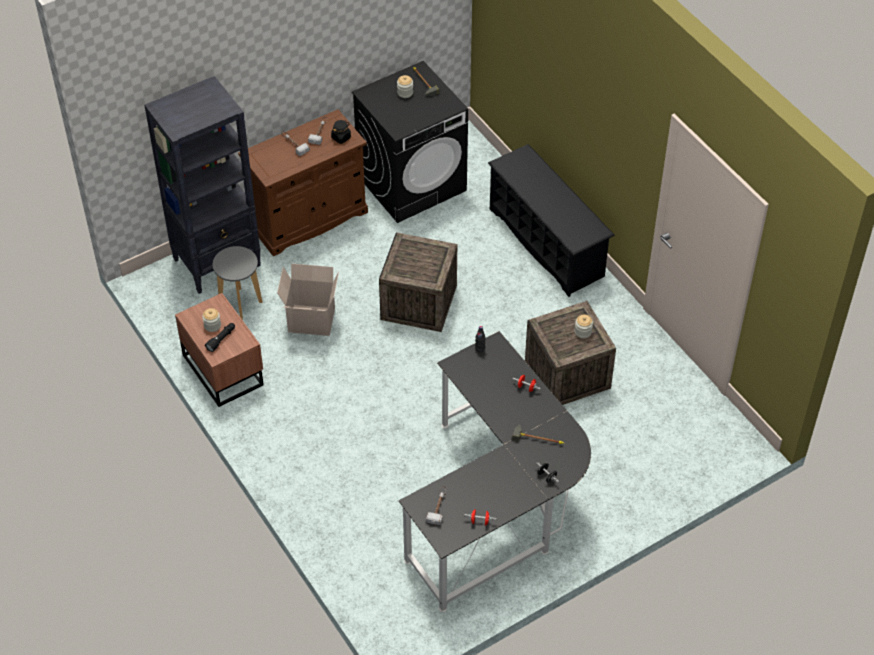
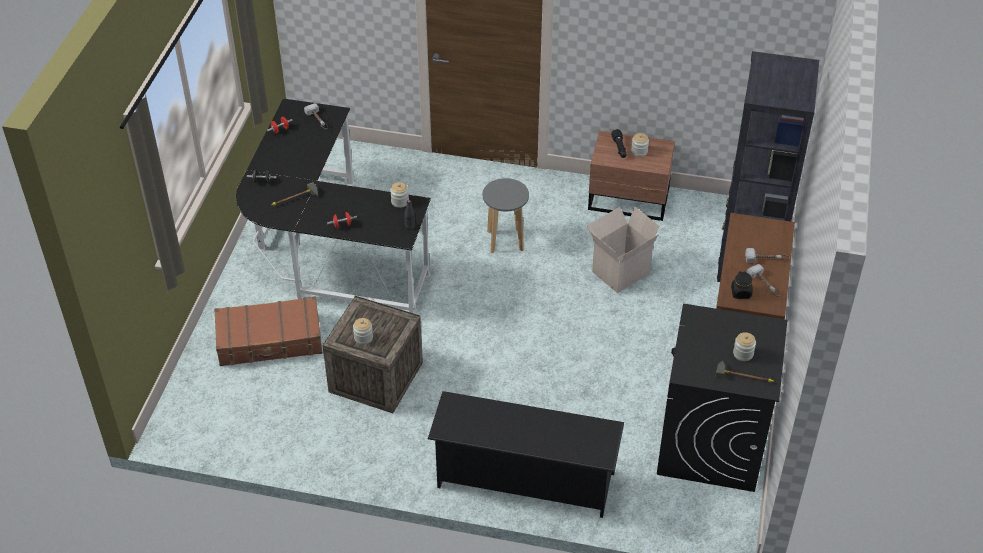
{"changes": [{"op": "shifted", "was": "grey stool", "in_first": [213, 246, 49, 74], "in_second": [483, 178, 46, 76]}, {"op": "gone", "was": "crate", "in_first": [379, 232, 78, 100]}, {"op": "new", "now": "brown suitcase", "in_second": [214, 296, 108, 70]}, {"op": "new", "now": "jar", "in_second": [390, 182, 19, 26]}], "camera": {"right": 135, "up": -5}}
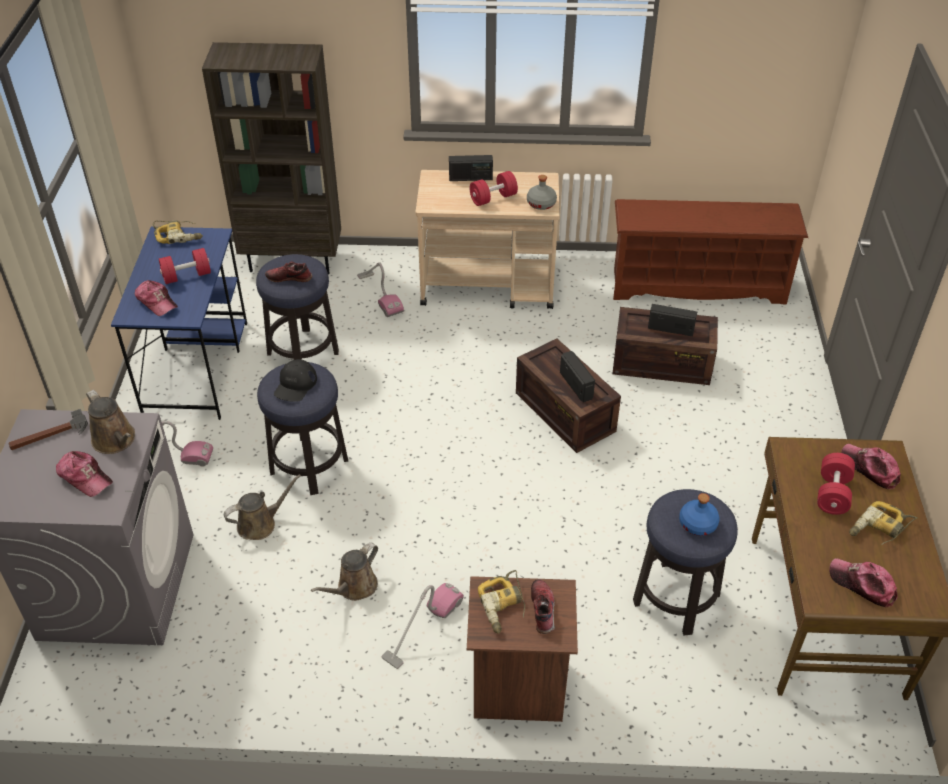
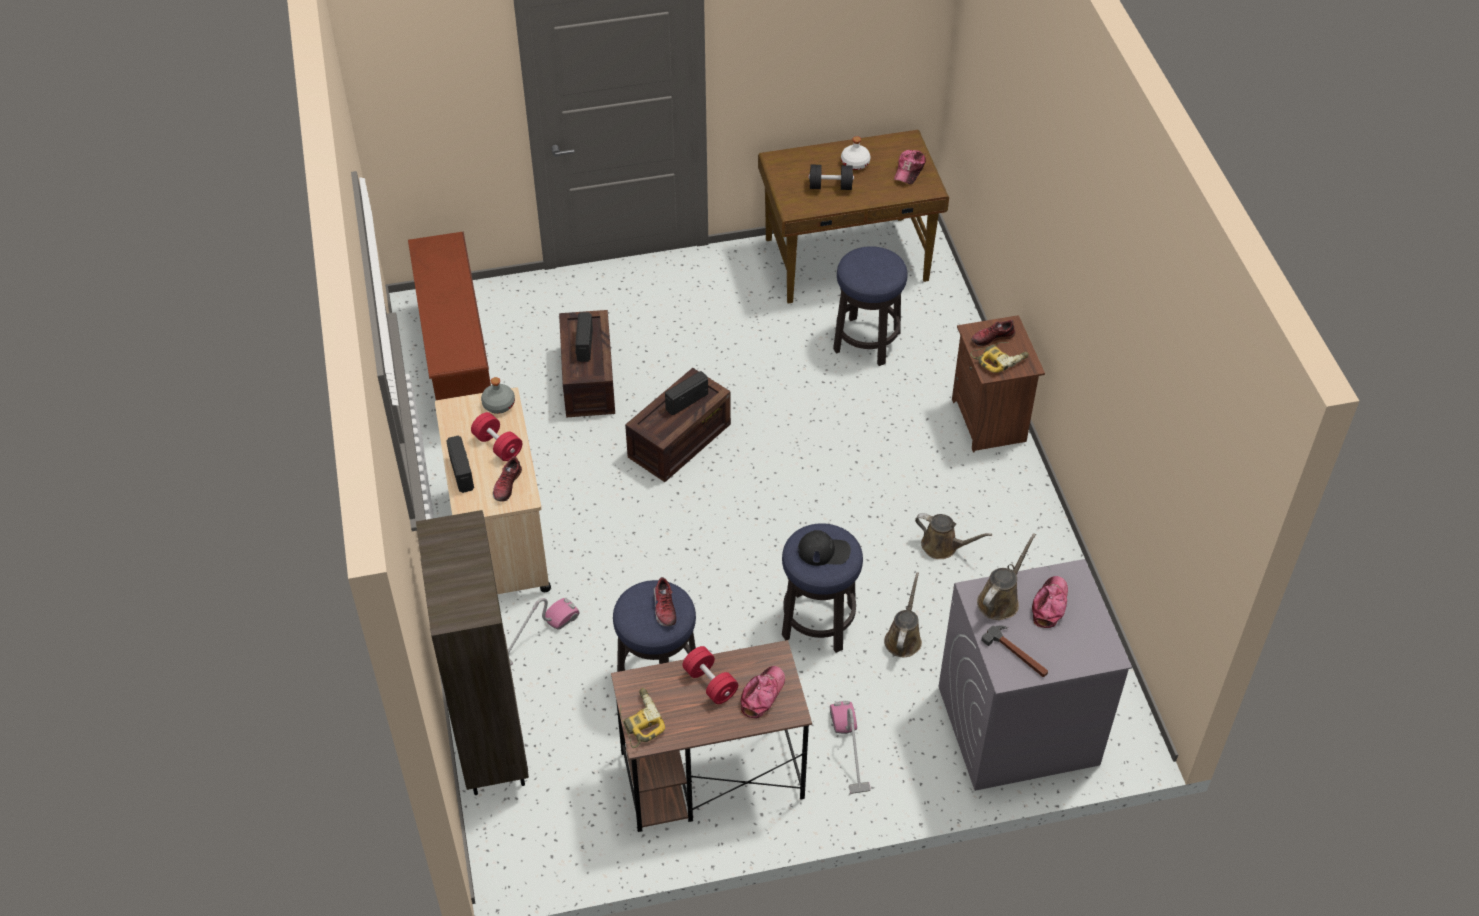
{"changes": [{"op": "repainted", "was": "blue desk", "now": "brown desk", "in_first": [111, 227, 136, 193], "in_second": [611, 640, 201, 192]}, {"op": "rotated", "was": "brown watering can", "in_first": [224, 474, 77, 66], "in_second": [884, 572, 38, 85], "clockwise": 60}, {"op": "gone", "was": "vacuum cleaner", "in_first": [382, 583, 82, 86]}, {"op": "gone", "was": "blue bottle", "in_first": [679, 493, 41, 43]}, {"op": "repainted", "was": "red dumbbell", "now": "black dumbbell", "in_first": [817, 453, 38, 62], "in_second": [808, 164, 46, 26]}, {"op": "gone", "was": "cap", "in_first": [841, 444, 60, 46]}, {"op": "swapped", "was": "power drill", "now": "white bottle", "in_first": [849, 501, 69, 44], "in_second": [841, 136, 29, 34]}, {"op": "new", "now": "shoe", "in_second": [493, 456, 29, 46]}], "camera": {"right": -105, "up": 5}}
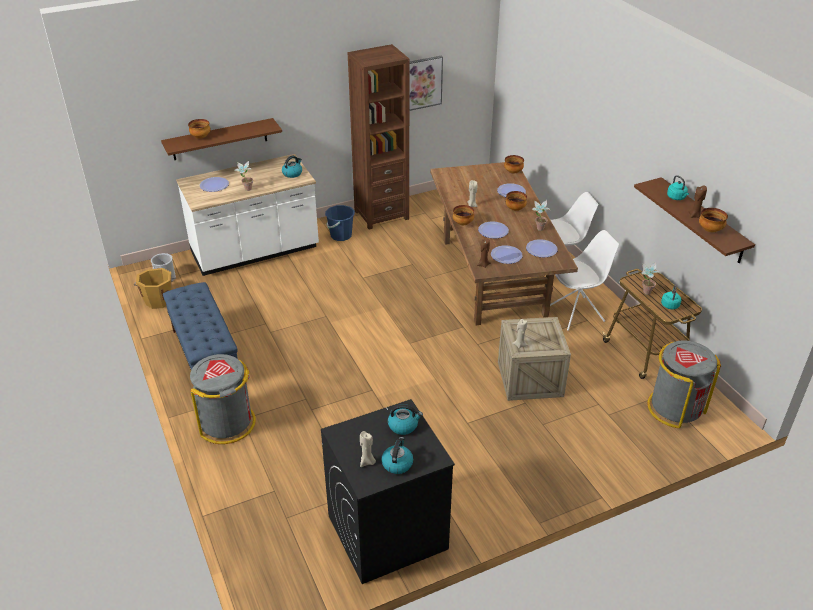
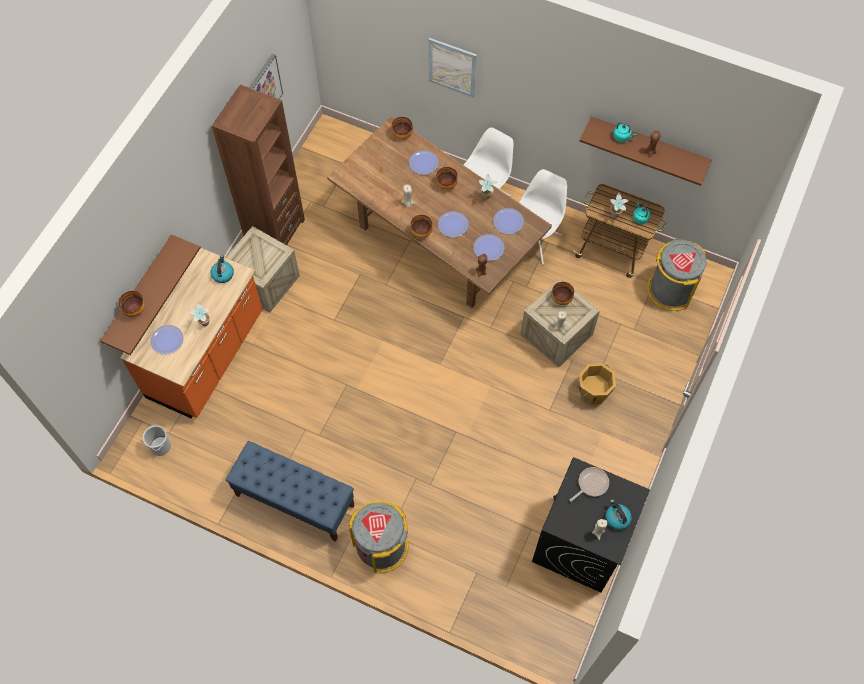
{"changes": [{"op": "shifted", "was": "orange bucket", "in_first": [134, 268, 42, 41], "in_second": [577, 363, 39, 42]}, {"op": "repainted", "was": "white counter", "now": "orange counter", "in_first": [176, 154, 143, 122], "in_second": [120, 248, 143, 170]}, {"op": "swapped", "was": "blue bucket", "now": "crate", "in_first": [325, 205, 30, 36], "in_second": [226, 226, 74, 87]}, {"op": "swapped", "was": "kettle", "now": "frying pan", "in_first": [388, 404, 35, 31], "in_second": [570, 467, 39, 35]}, {"op": "shifted", "was": "bowl", "in_first": [699, 208, 29, 24], "in_second": [551, 282, 23, 23]}, {"op": "new", "now": "picture", "in_second": [428, 38, 49, 60]}], "camera": {"right": -40, "up": 25}}
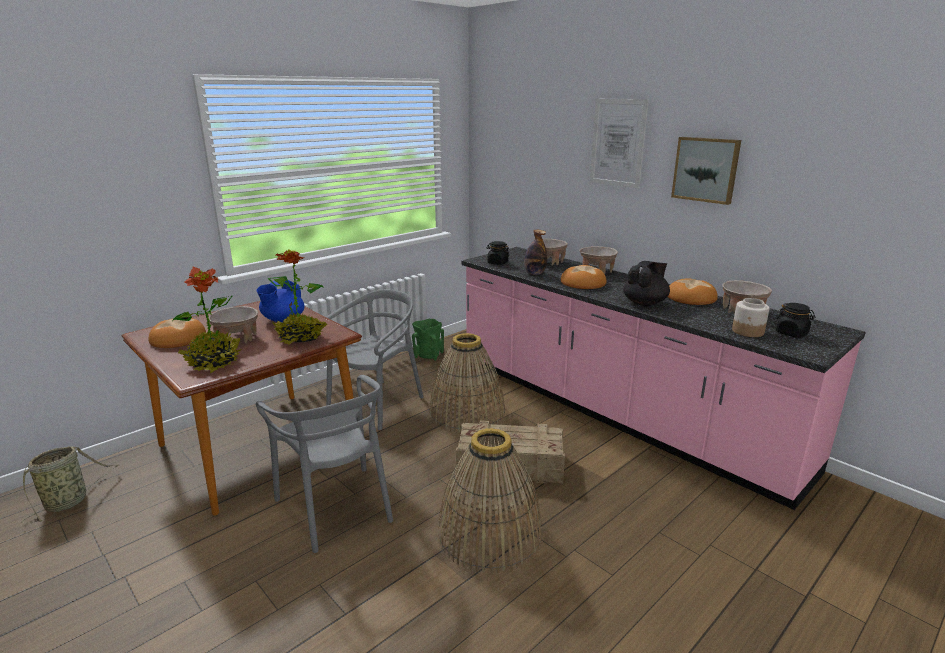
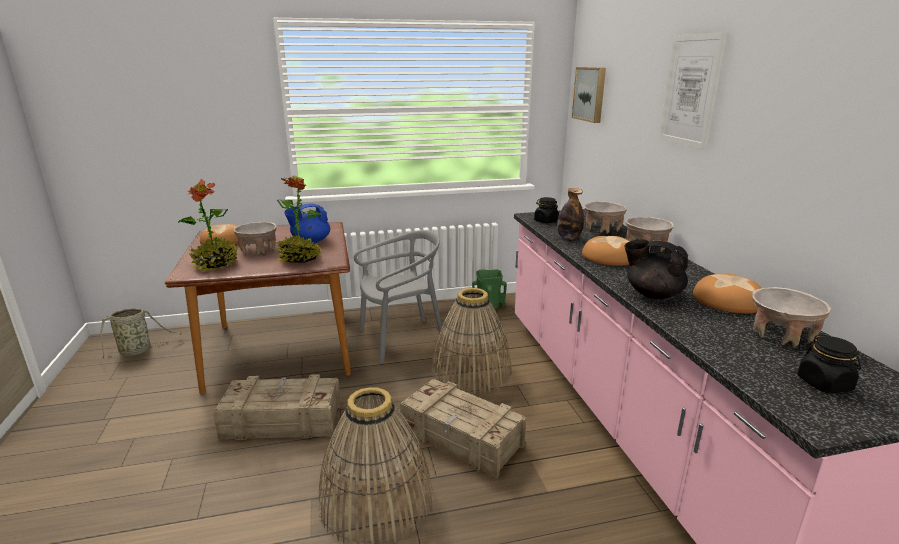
{"changes": [{"op": "swapped", "was": "grey chair", "now": "crate", "in_first": [256, 375, 137, 178], "in_second": [213, 374, 128, 66]}, {"op": "rotated", "was": "black teapot", "in_first": [623, 261, 47, 45], "in_second": [624, 239, 64, 60], "clockwise": -135}, {"op": "shifted", "was": "picture", "in_first": [671, 137, 70, 68], "in_second": [572, 67, 34, 56]}, {"op": "gone", "was": "jar", "in_first": [732, 298, 37, 39]}], "camera": {"right": 30, "up": 0}}
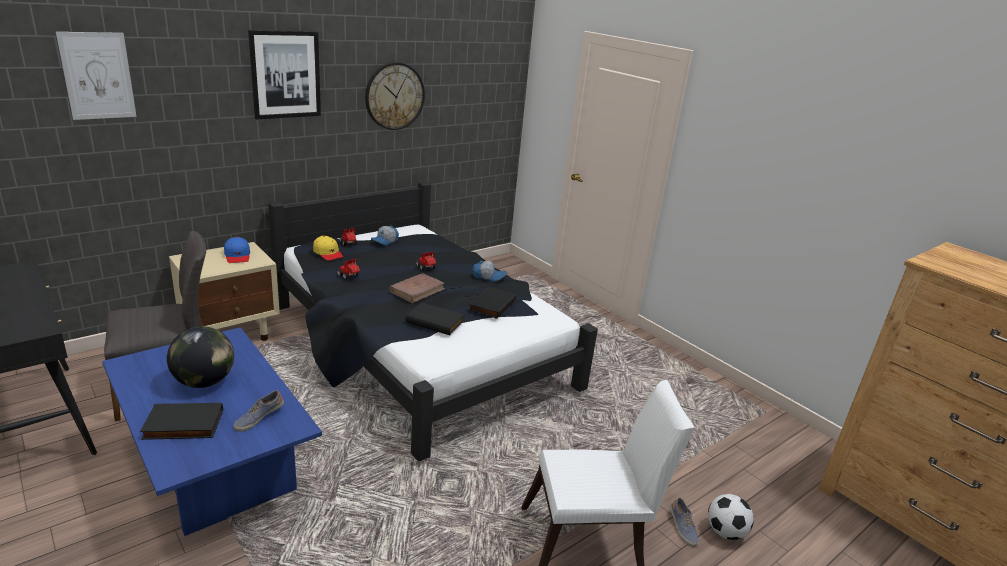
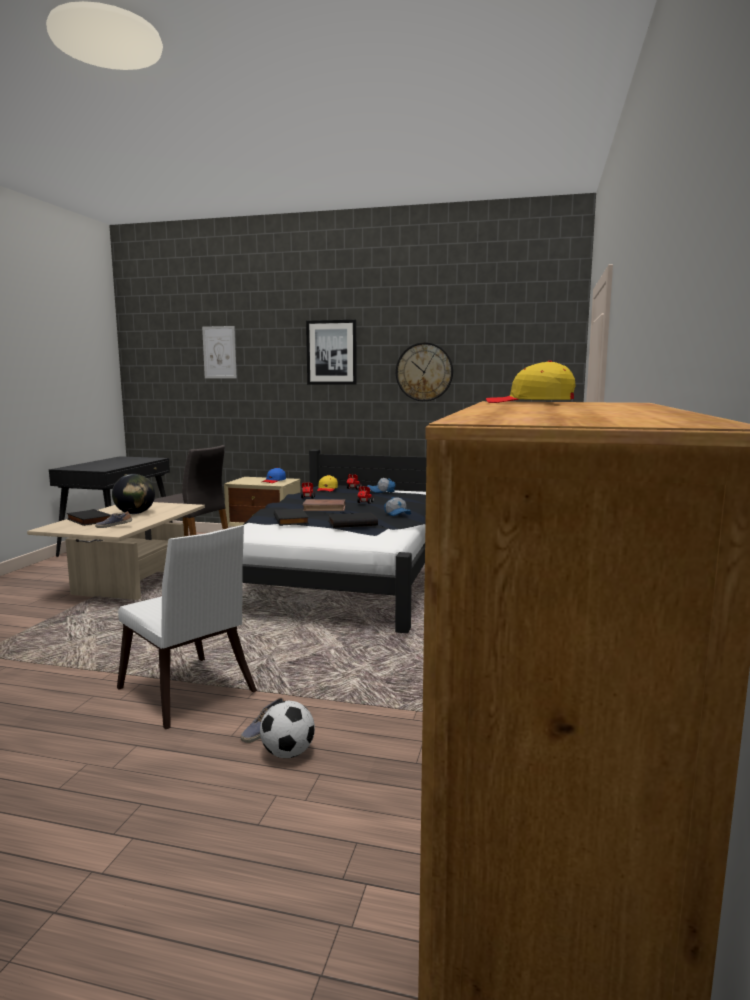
{"changes": [{"op": "repainted", "was": "blue coffee table", "now": "beige coffee table", "in_first": [102, 327, 220, 209], "in_second": [27, 502, 178, 98]}, {"op": "new", "now": "yellow cap", "in_second": [486, 361, 89, 42]}], "camera": {"right": 55, "up": -15}}
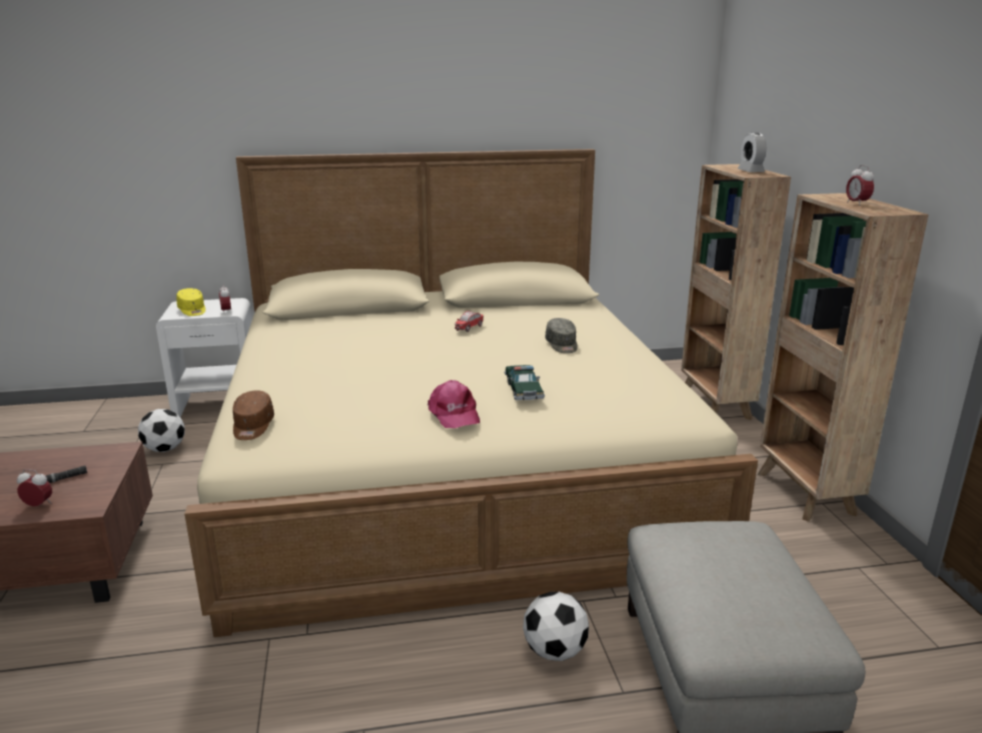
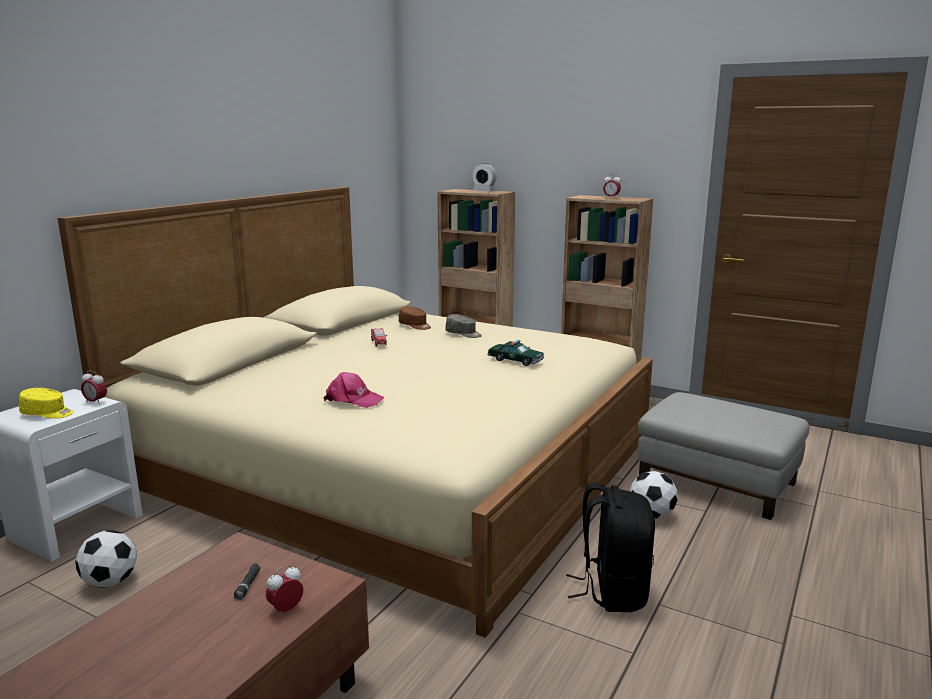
{"changes": [{"op": "shifted", "was": "brown cap", "in_first": [233, 390, 41, 50], "in_second": [399, 306, 32, 24]}, {"op": "shifted", "was": "pink cap", "in_first": [427, 380, 53, 48], "in_second": [323, 372, 62, 36]}, {"op": "new", "now": "black backpack", "in_second": [566, 483, 89, 129]}], "camera": {"right": -50, "up": -5}}
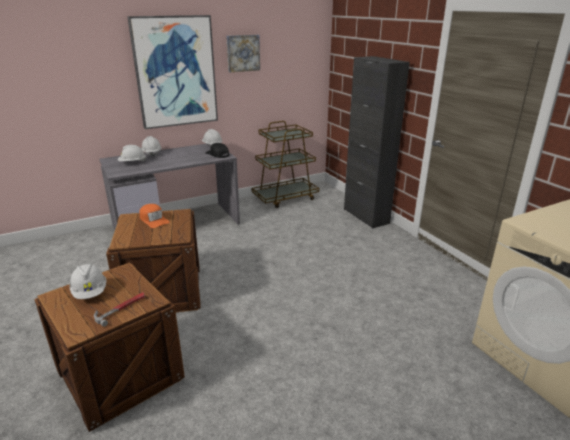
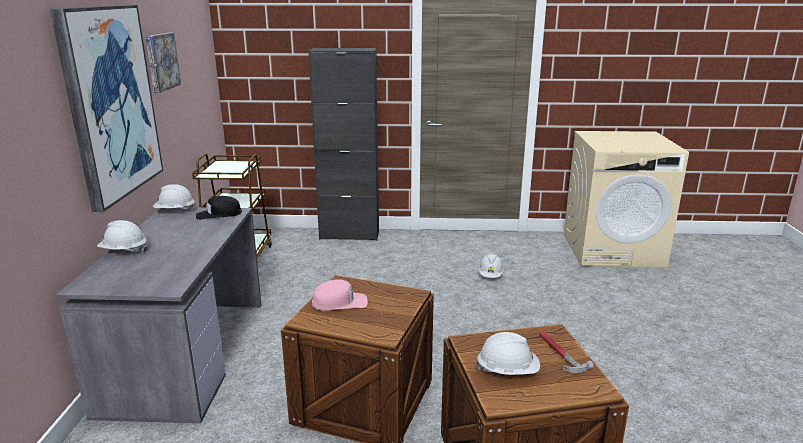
{"changes": [{"op": "shifted", "was": "white hard hat", "in_first": [118, 145, 29, 16], "in_second": [478, 254, 26, 24]}, {"op": "repainted", "was": "orange cap", "now": "pink cap", "in_first": [139, 204, 31, 24], "in_second": [312, 279, 56, 32]}], "camera": {"right": -60, "up": -5}}
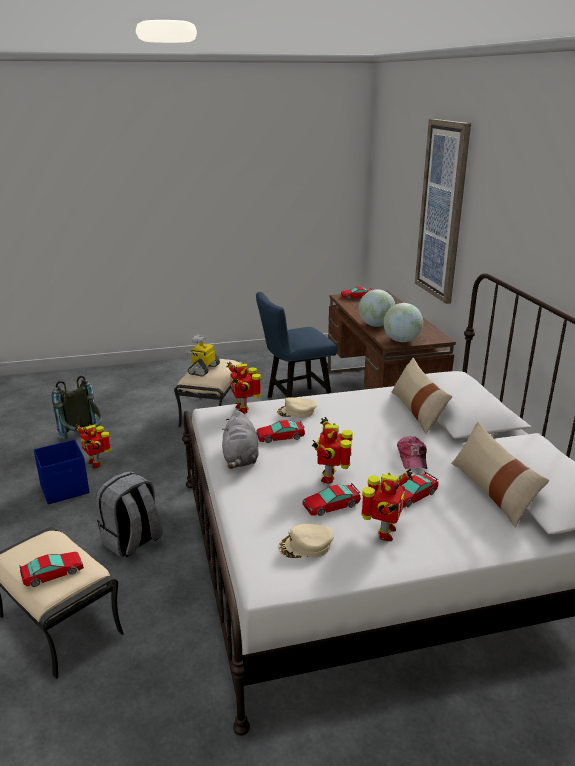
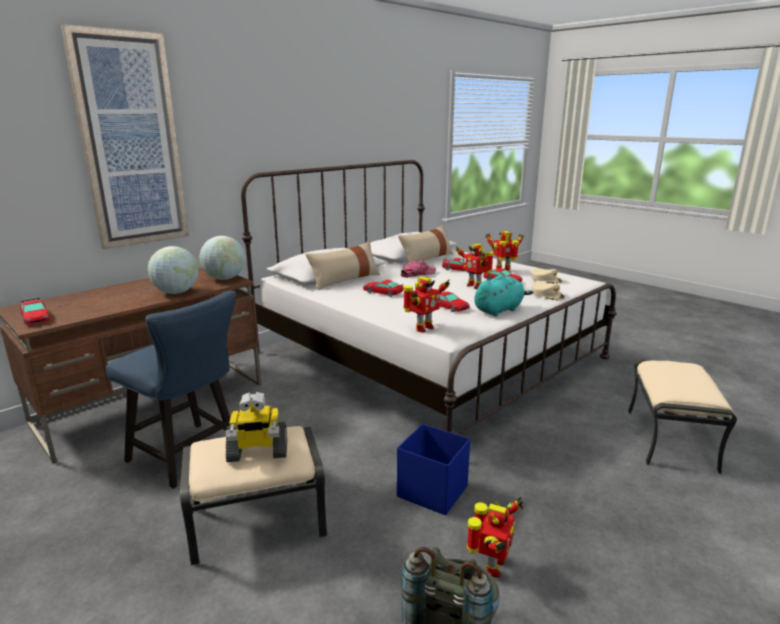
{"changes": [{"op": "shifted", "was": "toy car", "in_first": [19, 552, 65, 35], "in_second": [363, 280, 40, 17]}, {"op": "shifted", "was": "blue storage box", "in_first": [34, 439, 55, 65], "in_second": [397, 424, 73, 91]}, {"op": "gone", "was": "grey backpack", "in_first": [96, 471, 67, 87]}, {"op": "repainted", "was": "grey plush toy", "now": "turquoise plush toy", "in_first": [222, 410, 37, 59], "in_second": [474, 275, 59, 41]}, {"op": "shifted", "was": "beige cap", "in_first": [277, 397, 40, 21], "in_second": [531, 282, 34, 19]}, {"op": "rotated", "was": "toy robot", "in_first": [312, 417, 41, 67], "in_second": [456, 244, 37, 45], "clockwise": 75}], "camera": {"right": -120, "up": -5}}
